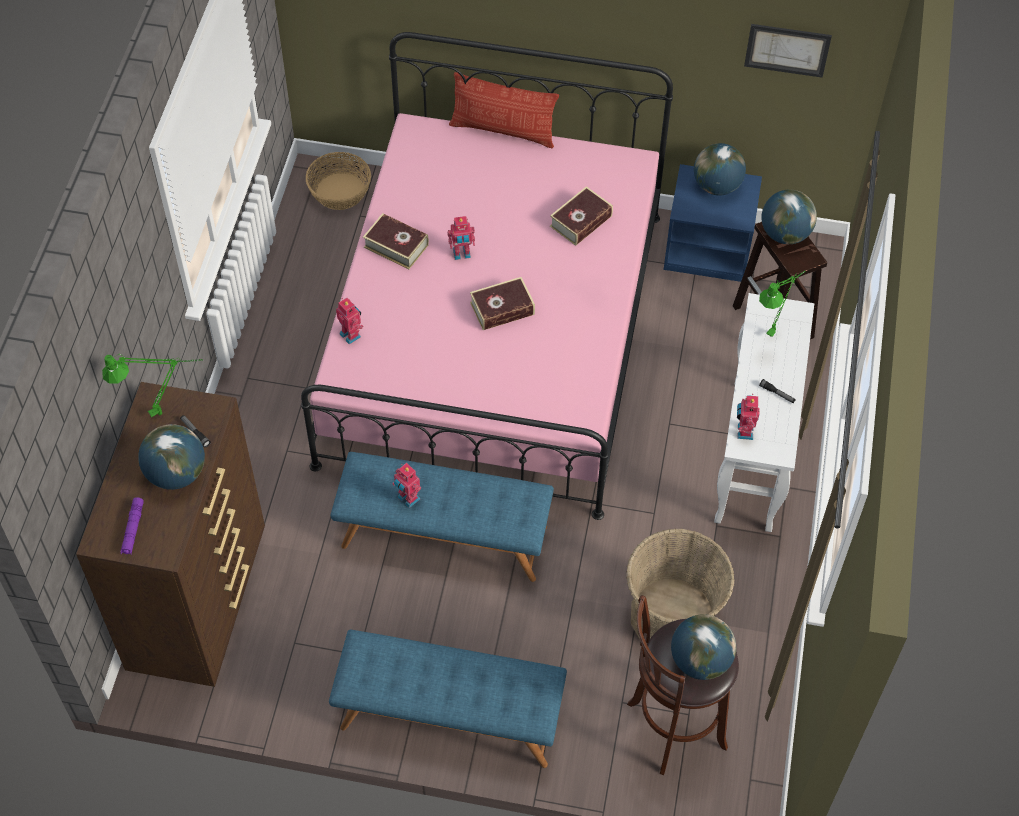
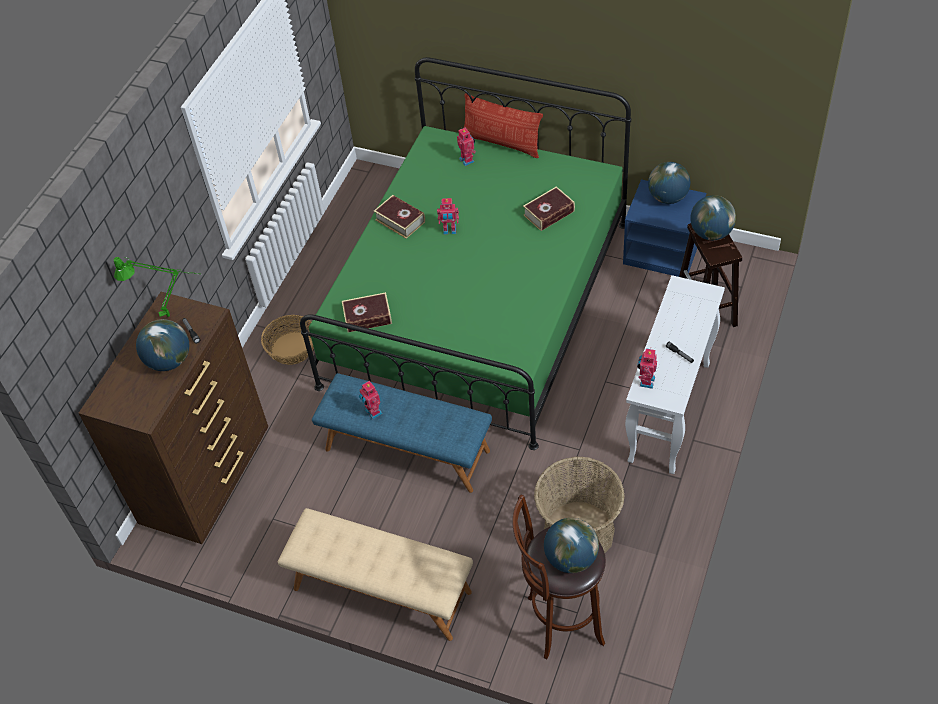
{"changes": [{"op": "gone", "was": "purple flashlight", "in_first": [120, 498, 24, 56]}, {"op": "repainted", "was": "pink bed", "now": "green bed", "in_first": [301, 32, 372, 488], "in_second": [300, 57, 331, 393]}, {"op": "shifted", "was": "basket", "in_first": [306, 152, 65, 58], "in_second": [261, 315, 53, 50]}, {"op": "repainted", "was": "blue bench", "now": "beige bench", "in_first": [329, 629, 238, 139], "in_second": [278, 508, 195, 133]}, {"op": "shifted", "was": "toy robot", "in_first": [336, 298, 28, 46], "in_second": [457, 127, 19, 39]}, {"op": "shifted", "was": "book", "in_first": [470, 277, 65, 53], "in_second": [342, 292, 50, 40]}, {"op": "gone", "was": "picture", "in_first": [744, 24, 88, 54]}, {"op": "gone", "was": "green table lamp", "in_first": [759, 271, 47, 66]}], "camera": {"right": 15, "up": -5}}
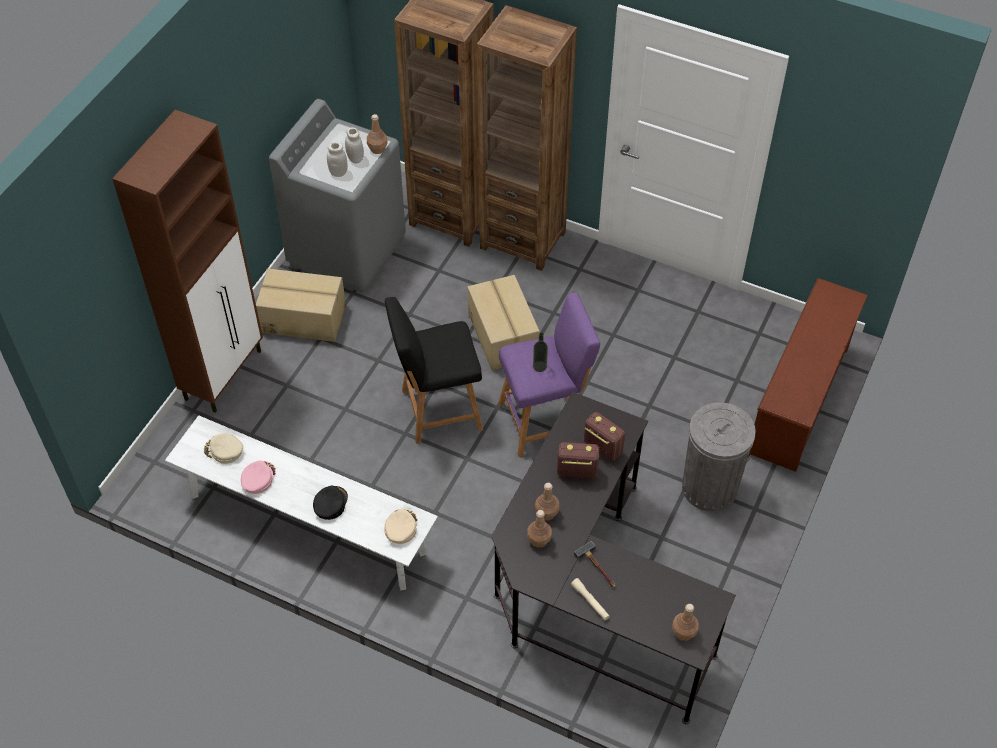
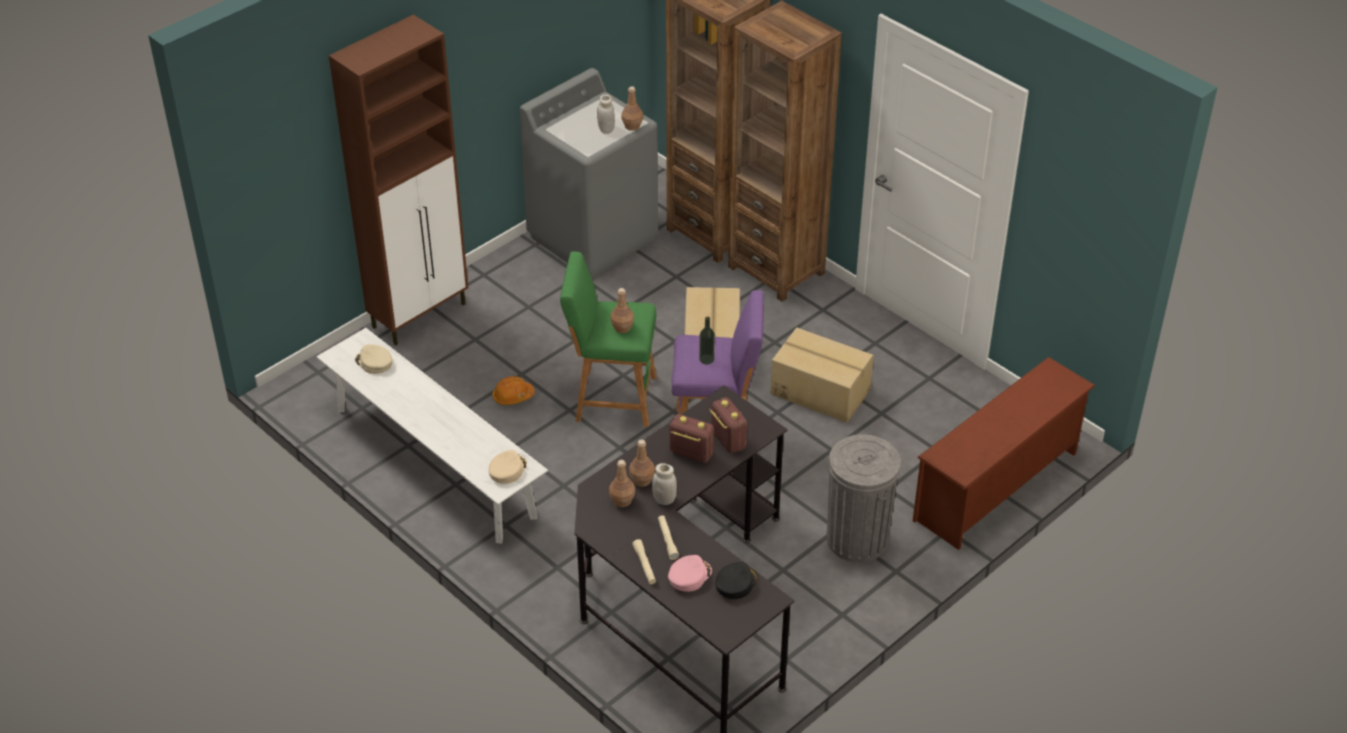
{"changes": [{"op": "shifted", "was": "pink cap", "in_first": [241, 460, 35, 34], "in_second": [668, 555, 44, 37]}, {"op": "shifted", "was": "cardboard box", "in_first": [256, 268, 90, 74], "in_second": [770, 328, 104, 95]}, {"op": "shifted", "was": "black cap", "in_first": [313, 486, 35, 34], "in_second": [715, 562, 44, 37]}, {"op": "shifted", "was": "white jar", "in_first": [327, 143, 21, 34], "in_second": [652, 463, 25, 42]}, {"op": "repainted", "was": "black stool", "now": "green stool", "in_first": [385, 297, 98, 147], "in_second": [560, 251, 97, 176]}, {"op": "swapped", "was": "hammer", "now": "beige flashlight", "in_first": [574, 541, 41, 46], "in_second": [658, 515, 21, 45]}, {"op": "shifted", "was": "brown bottle", "in_first": [672, 604, 27, 37], "in_second": [611, 288, 23, 45]}, {"op": "new", "now": "orange hard hat", "in_second": [493, 376, 42, 29]}], "camera": {"right": 20, "up": -10}}
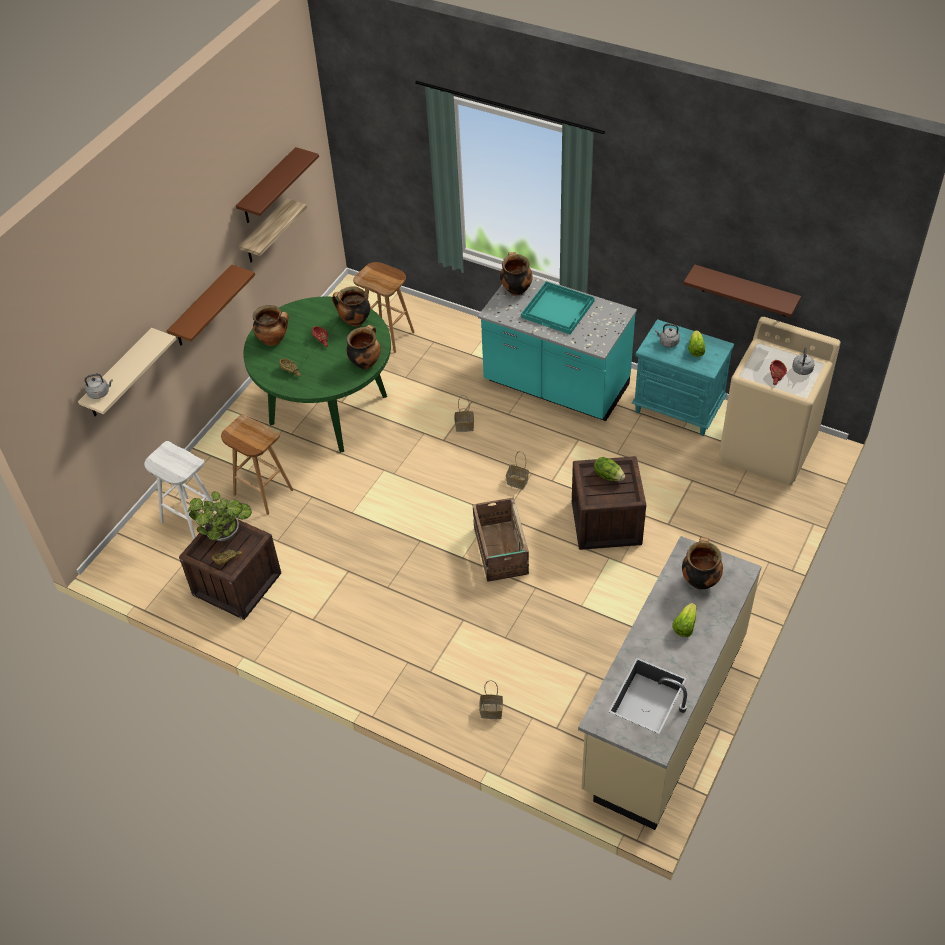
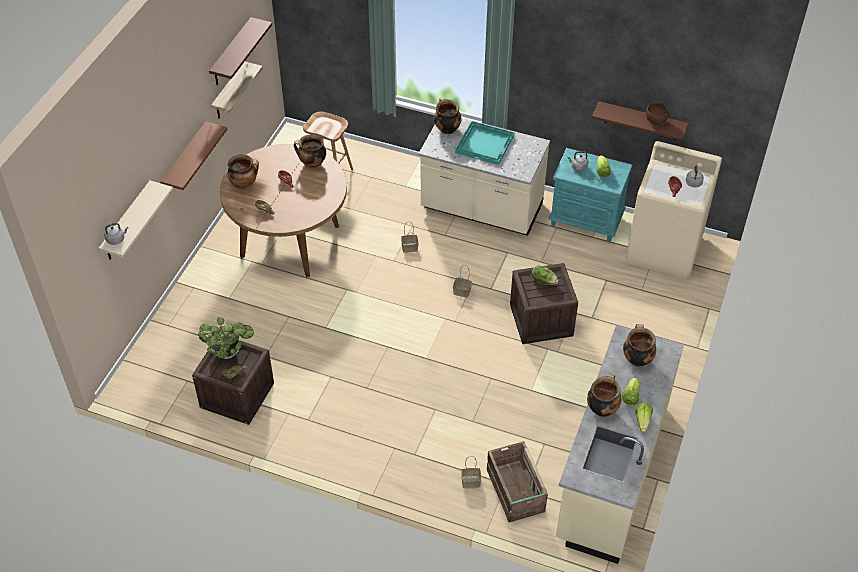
{"changes": [{"op": "gone", "was": "white stool", "in_first": [144, 441, 73, 99]}, {"op": "gone", "was": "brown stool", "in_first": [221, 414, 72, 101]}, {"op": "repainted", "was": "green dining table", "now": "brown dining table", "in_first": [243, 297, 148, 156], "in_second": [220, 144, 127, 134]}, {"op": "shifted", "was": "cooking pot", "in_first": [346, 325, 35, 44], "in_second": [587, 373, 35, 44]}, {"op": "shifted", "was": "crate", "in_first": [473, 497, 56, 85], "in_second": [487, 441, 61, 81]}, {"op": "repainted", "was": "turquoise counter", "now": "beige counter", "in_first": [478, 277, 159, 144], "in_second": [418, 118, 132, 118]}, {"op": "new", "now": "lettuce", "in_second": [635, 402, 18, 30]}, {"op": "new", "now": "brown bowl", "in_second": [646, 103, 23, 22]}], "camera": {"right": -10, "up": 0}}
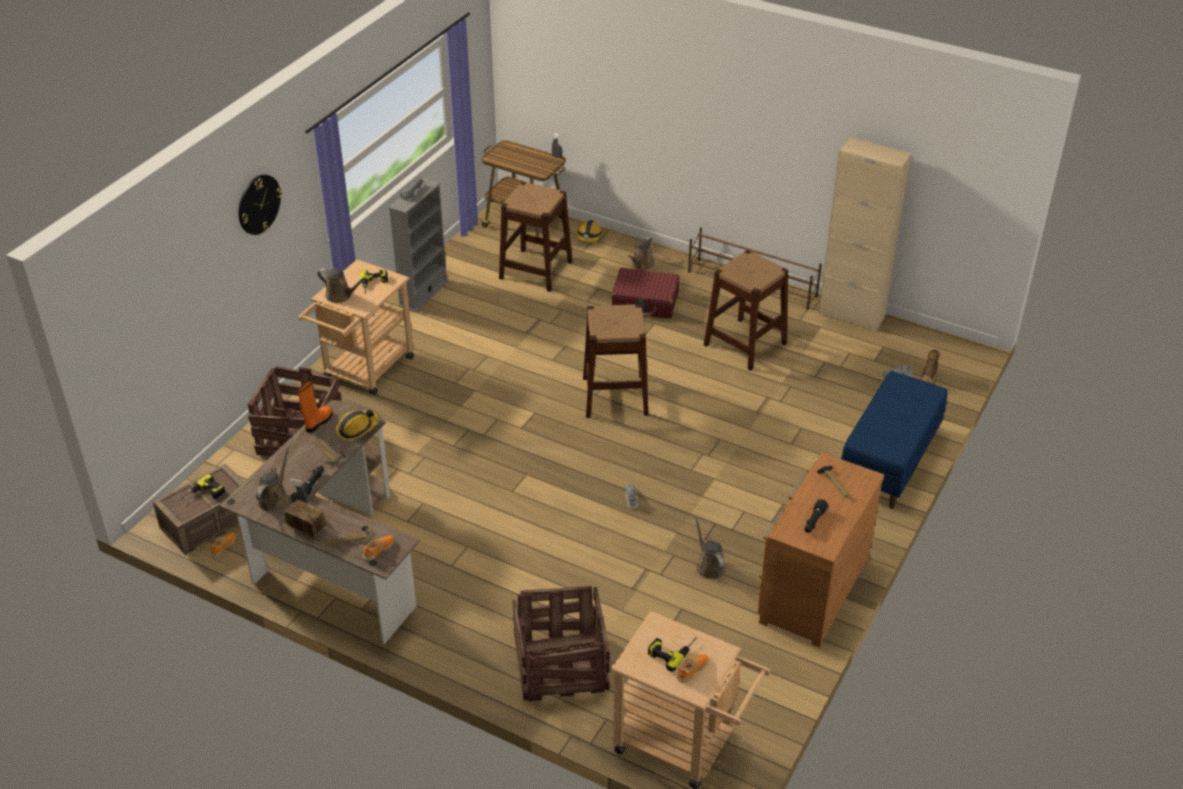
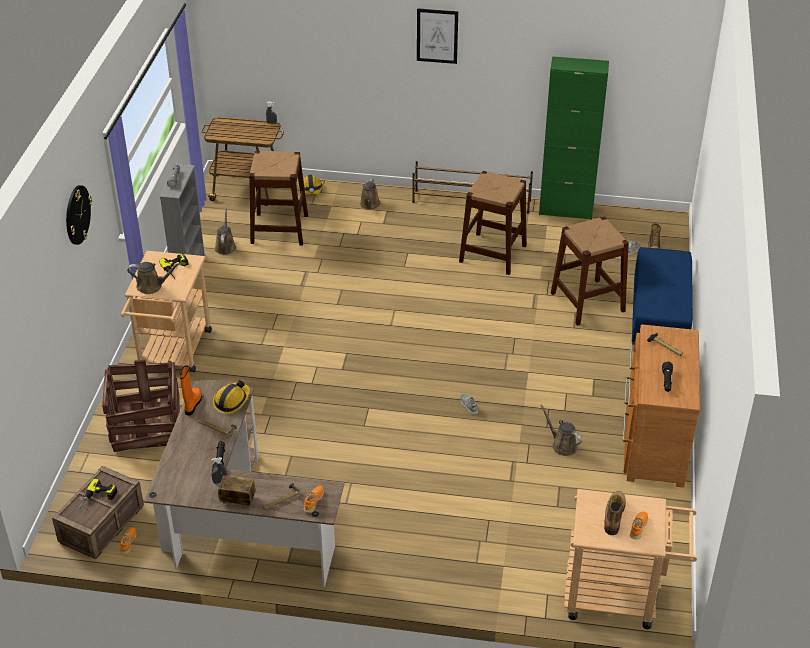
{"changes": [{"op": "shifted", "was": "brown watering can", "in_first": [256, 445, 34, 67], "in_second": [215, 208, 21, 47]}, {"op": "gone", "was": "crate", "in_first": [512, 586, 98, 115]}, {"op": "shifted", "was": "brown stool", "in_first": [583, 304, 66, 114], "in_second": [551, 217, 78, 109]}, {"op": "gone", "was": "red suitcase", "in_first": [611, 267, 69, 52]}, {"op": "swapped", "was": "power drill", "now": "boot", "in_first": [648, 637, 49, 35], "in_second": [604, 491, 22, 44]}, {"op": "repainted", "was": "beige cabinet", "now": "green cabinet", "in_first": [818, 137, 94, 195], "in_second": [539, 56, 70, 164]}, {"op": "new", "now": "picture", "in_second": [417, 8, 41, 56]}], "camera": {"right": -20, "up": 0}}
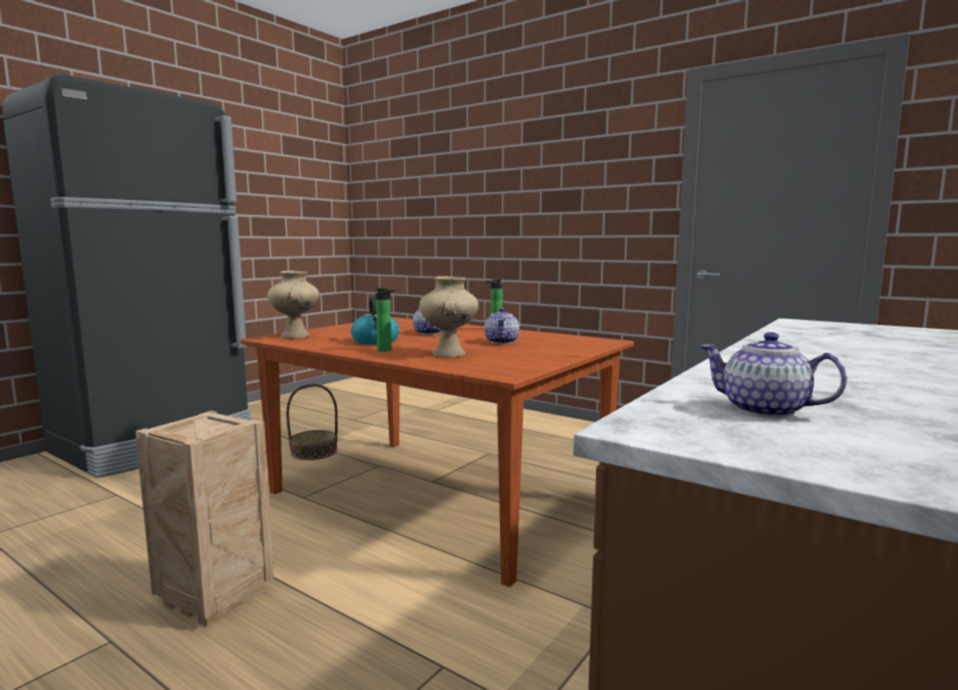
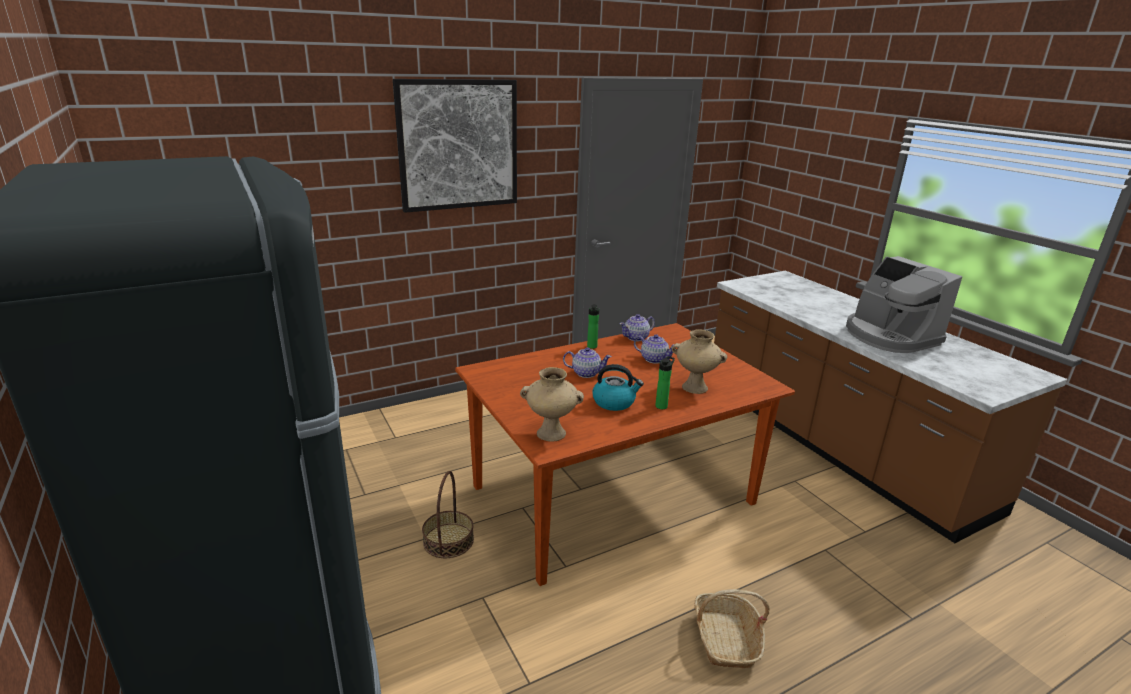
{"changes": [{"op": "swapped", "was": "crate", "now": "basket", "in_first": [135, 411, 139, 216], "in_second": [694, 589, 76, 79]}, {"op": "shifted", "was": "teapot", "in_first": [700, 332, 147, 86], "in_second": [620, 314, 35, 27]}, {"op": "new", "now": "picture", "in_second": [393, 79, 124, 134]}, {"op": "new", "now": "coffee machine", "in_second": [846, 256, 116, 97]}], "camera": {"right": -65, "up": 15}}
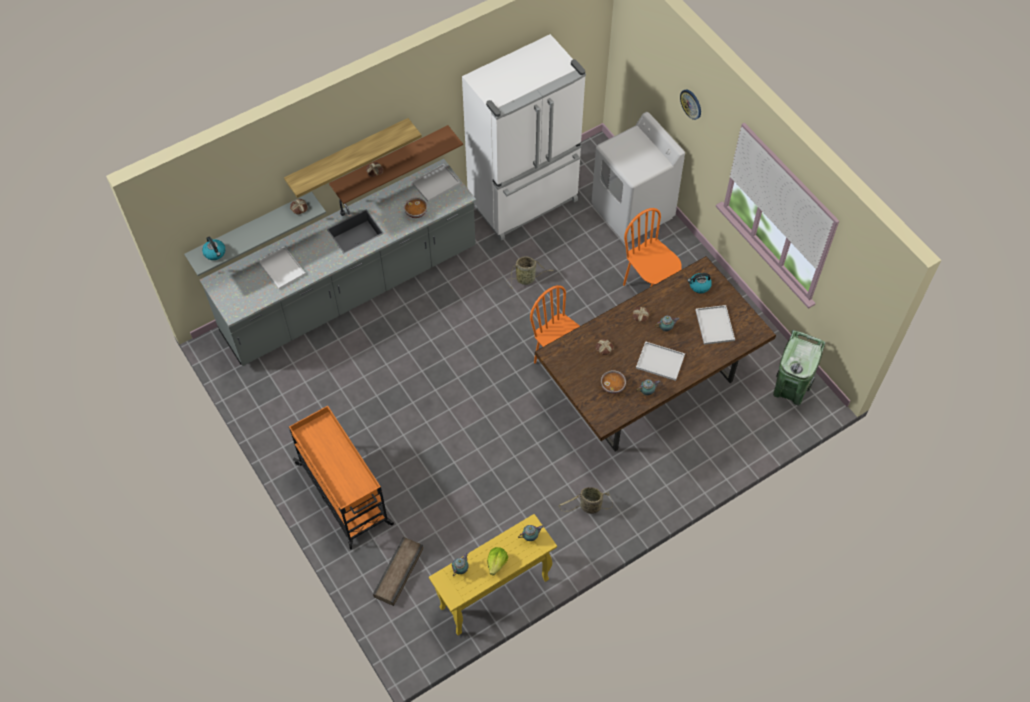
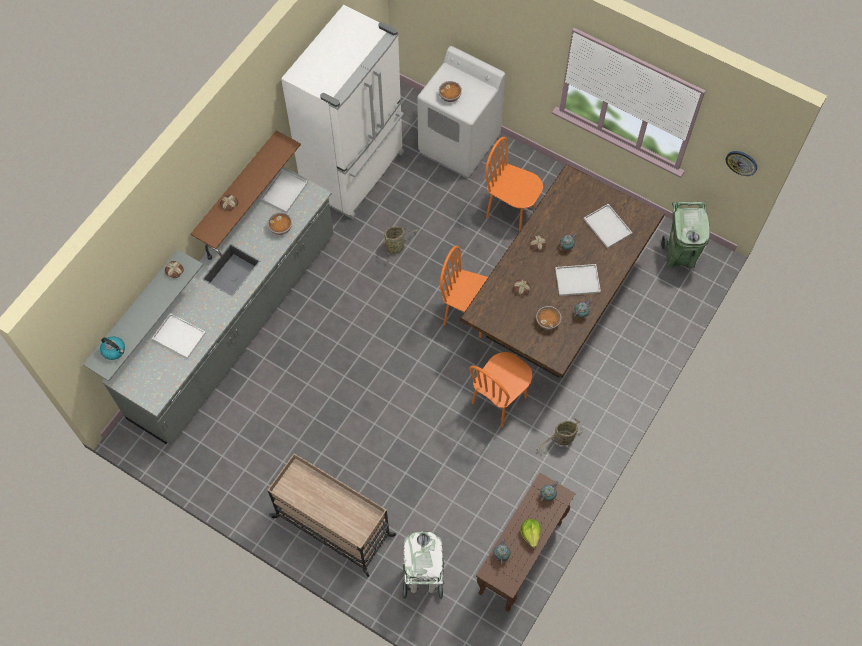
{"changes": [{"op": "gone", "was": "shelf", "in_first": [284, 118, 138, 80]}, {"op": "repainted", "was": "orange cart", "now": "beige cart", "in_first": [289, 406, 105, 144], "in_second": [267, 453, 129, 124]}, {"op": "swapped", "was": "crate", "now": "white trash can", "in_first": [373, 537, 50, 69], "in_second": [403, 531, 41, 68]}, {"op": "repainted", "was": "yellow console table", "now": "brown console table", "in_first": [429, 514, 128, 122], "in_second": [476, 473, 100, 139]}, {"op": "shifted", "was": "wall clock", "in_first": [680, 89, 21, 31], "in_second": [726, 151, 31, 25]}, {"op": "gone", "was": "kettle", "in_first": [687, 273, 25, 20]}, {"op": "new", "now": "bowl", "in_second": [439, 81, 23, 21]}, {"op": "new", "now": "orange chair", "in_second": [469, 352, 63, 75]}], "camera": {"right": -25, "up": 5}}
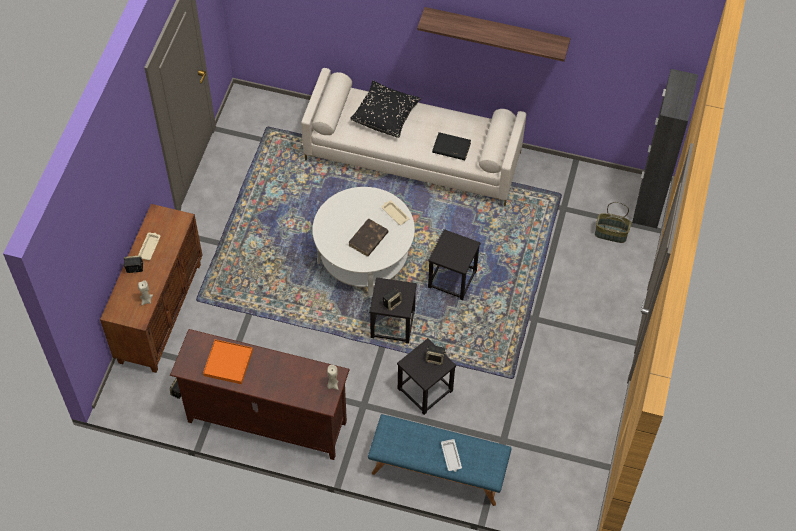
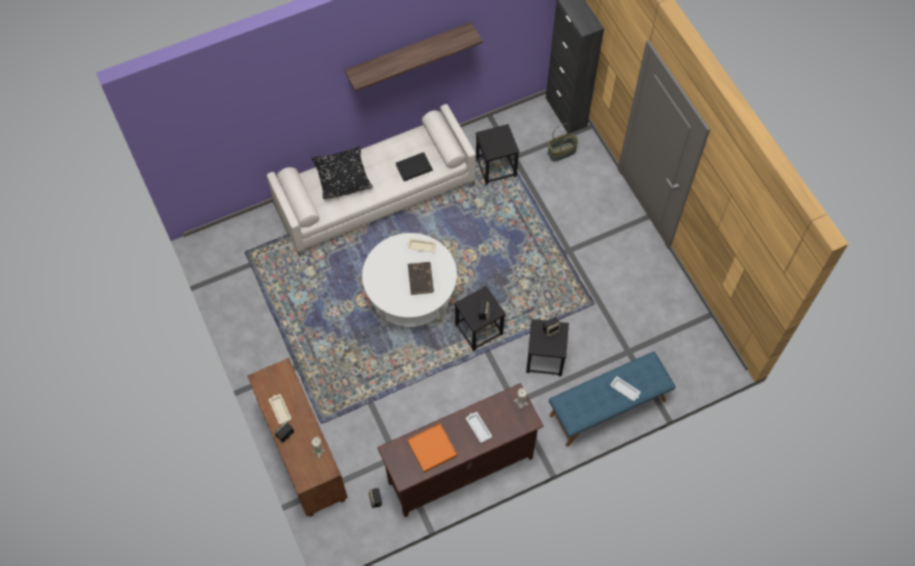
{"changes": [{"op": "shifted", "was": "black stool", "in_first": [428, 229, 52, 71], "in_second": [476, 124, 43, 60]}, {"op": "new", "now": "white tray", "in_second": [466, 412, 26, 31]}], "camera": {"right": -40, "up": 5}}
